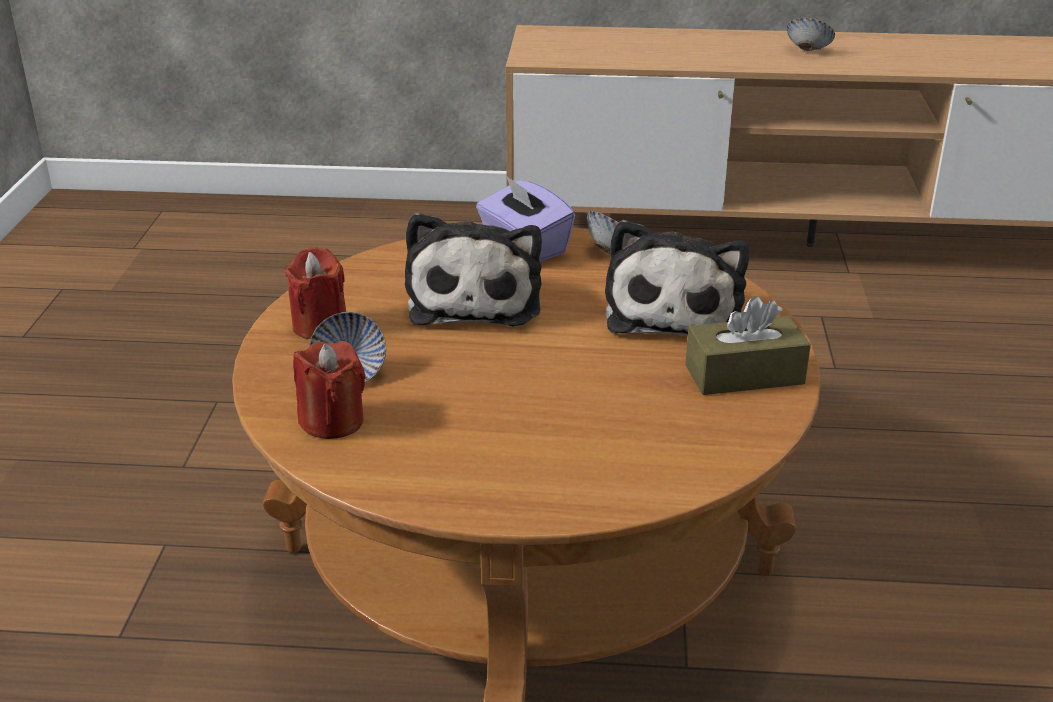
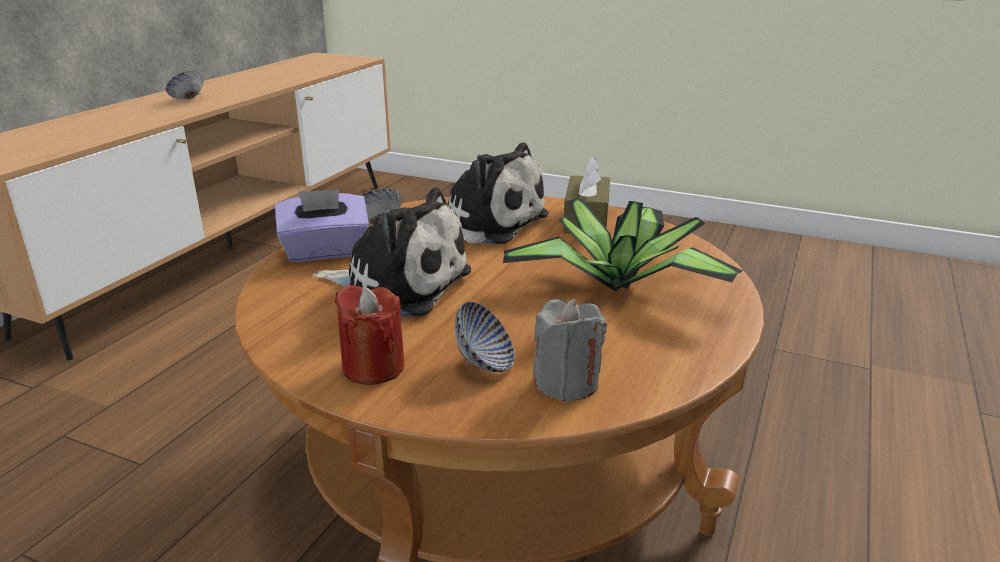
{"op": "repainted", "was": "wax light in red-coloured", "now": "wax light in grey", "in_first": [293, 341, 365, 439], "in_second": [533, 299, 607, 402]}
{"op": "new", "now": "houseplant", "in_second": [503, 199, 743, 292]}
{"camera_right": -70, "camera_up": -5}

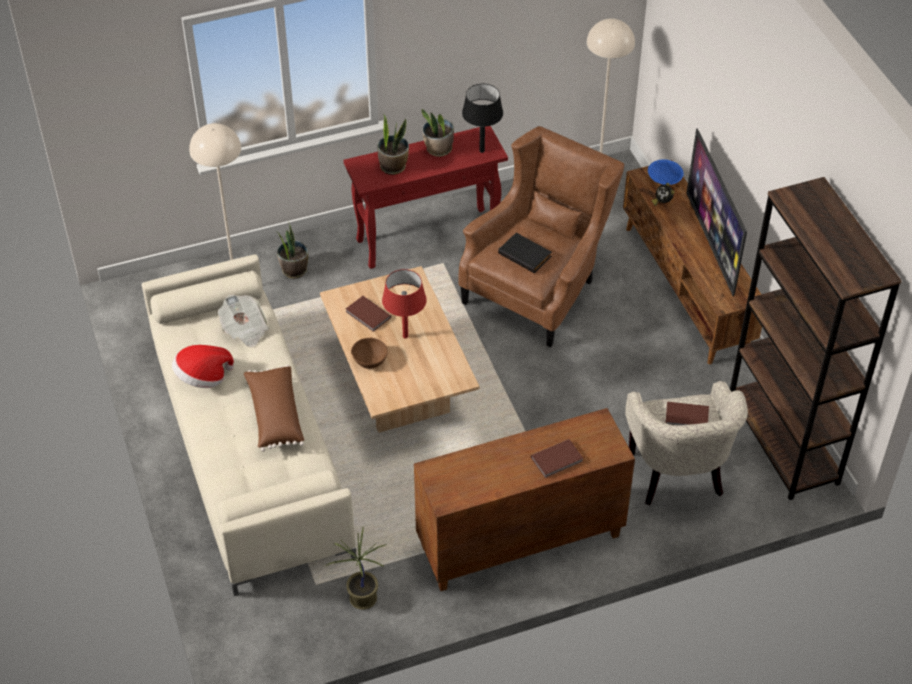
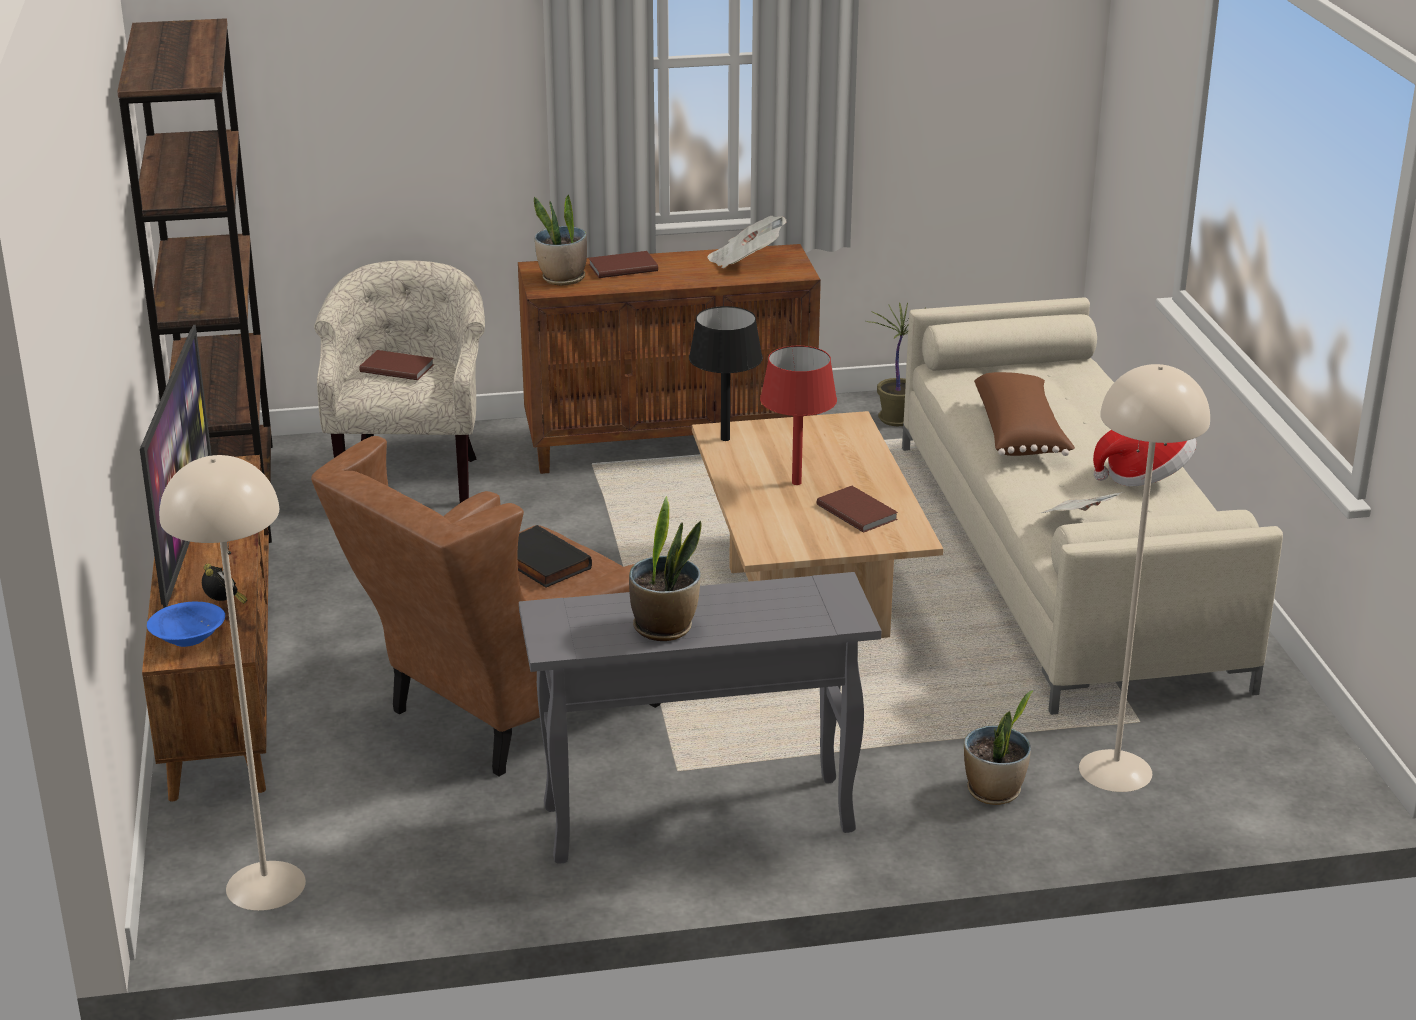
{"op": "shifted", "was": "lamp for a table in blackish", "in_first": [462, 84, 503, 153], "in_second": [689, 306, 763, 441]}
{"op": "shifted", "was": "houseplant", "in_first": [377, 115, 409, 175], "in_second": [534, 194, 587, 285]}
{"op": "repainted", "was": "narrow table in red-coloured", "now": "narrow table in grey", "in_first": [343, 126, 508, 269], "in_second": [519, 572, 881, 864]}
{"op": "gone", "was": "deep dish in brown-coloured", "in_first": [351, 338, 388, 369]}
{"op": "new", "now": "newspaper", "in_second": [707, 216, 787, 268]}
{"camera_right": -170, "camera_up": -20}

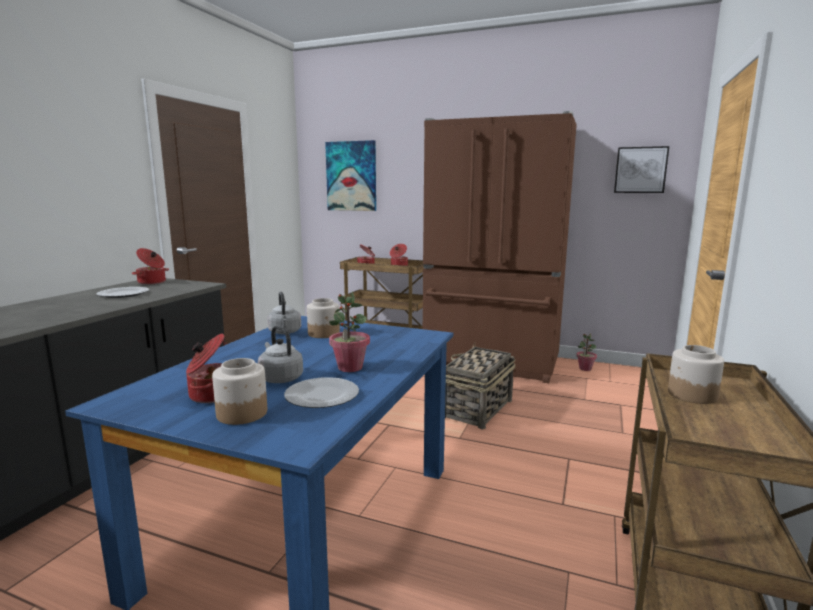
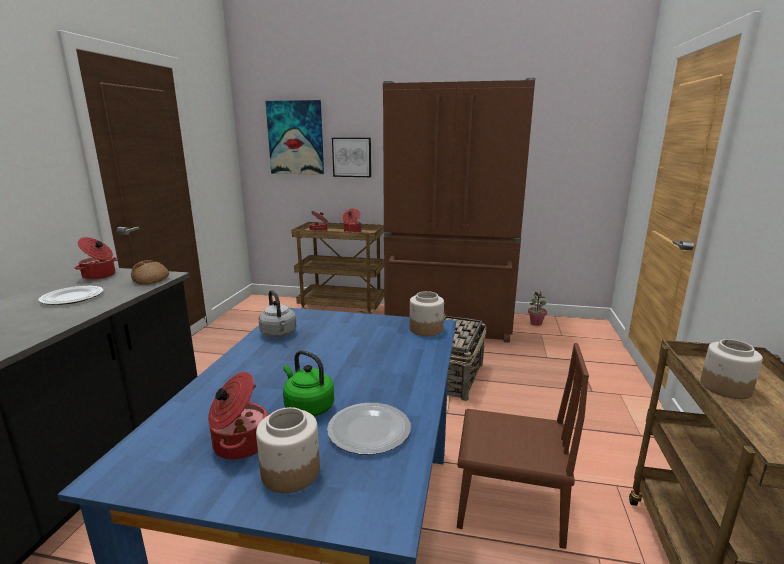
{"op": "shifted", "was": "wall picture", "in_first": [614, 146, 669, 193], "in_second": [332, 138, 371, 177]}
{"op": "gone", "was": "houseplant", "in_first": [329, 292, 370, 372]}
{"op": "shifted", "was": "preserve jar", "in_first": [307, 298, 340, 338], "in_second": [409, 291, 444, 336]}
{"op": "repainted", "was": "water kettle in grey", "now": "water kettle in green", "in_first": [258, 326, 303, 383], "in_second": [283, 350, 334, 417]}
{"op": "new", "now": "bakery bread", "in_second": [131, 260, 169, 285]}
{"op": "new", "now": "chair in brown-coloured", "in_second": [457, 343, 589, 549]}
{"camera_right": -10, "camera_up": 5}

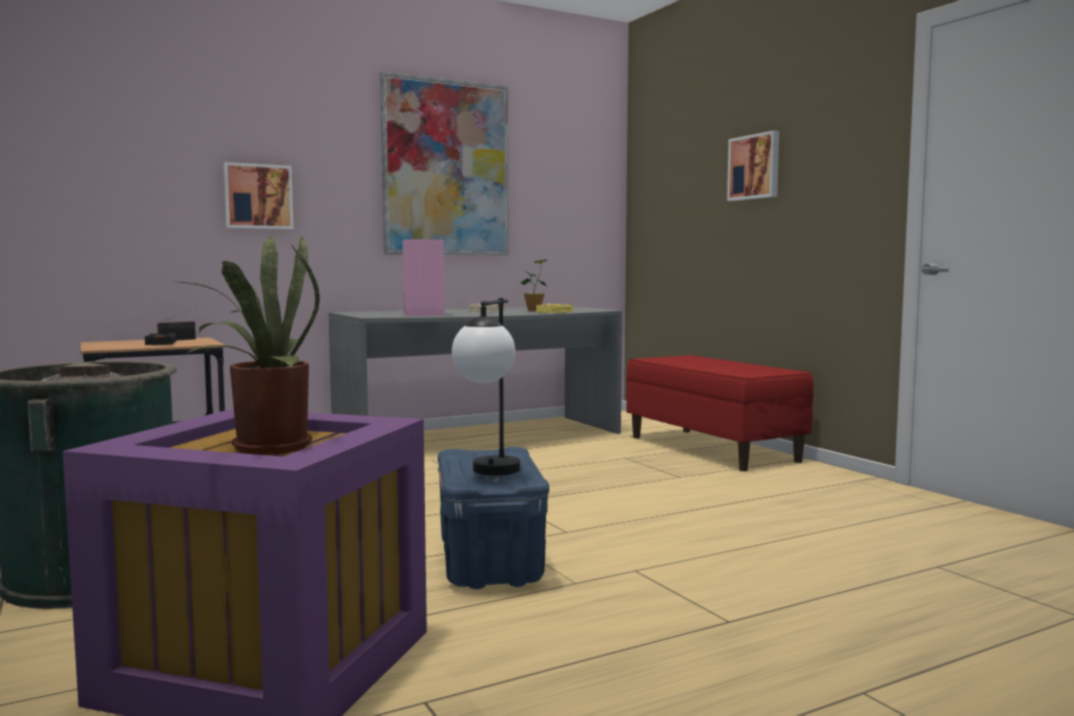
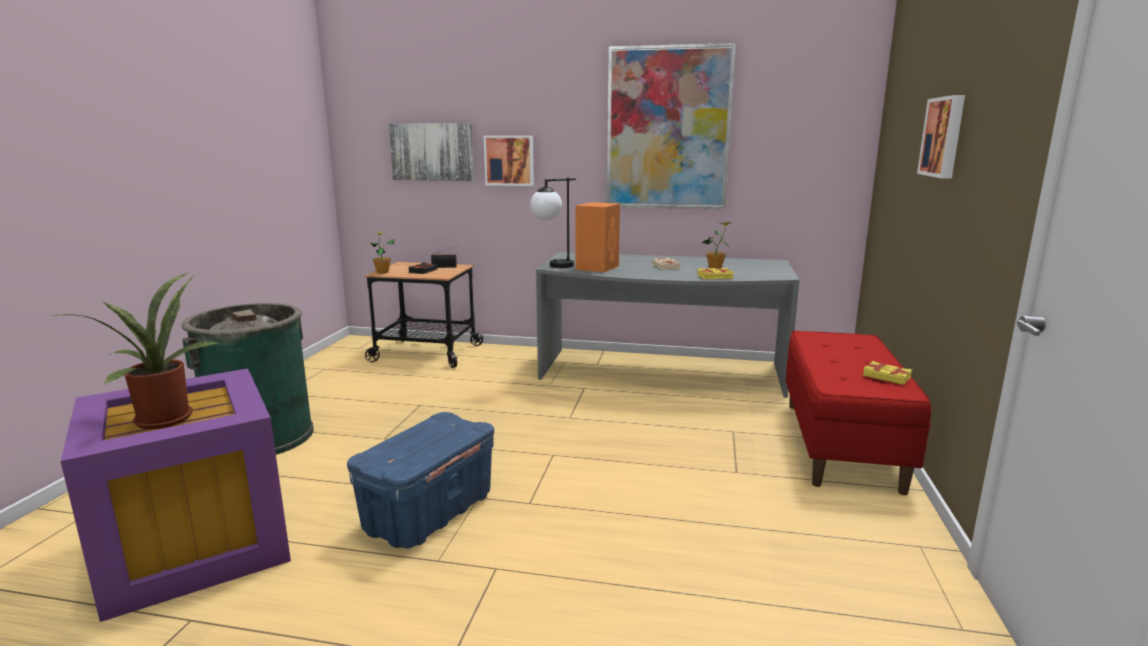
{"op": "repainted", "was": "audio speaker in pink", "now": "audio speaker in orangey", "in_first": [402, 239, 445, 316], "in_second": [576, 202, 620, 272]}
{"op": "shifted", "was": "lamp for a table", "in_first": [452, 298, 520, 475], "in_second": [530, 178, 576, 268]}
{"op": "new", "now": "wall picture", "in_second": [389, 123, 474, 181]}
{"op": "new", "now": "houseplant", "in_second": [369, 231, 394, 274]}
{"op": "new", "now": "volume in yellow-coloured", "in_second": [863, 361, 912, 385]}
{"camera_right": 40, "camera_up": 10}

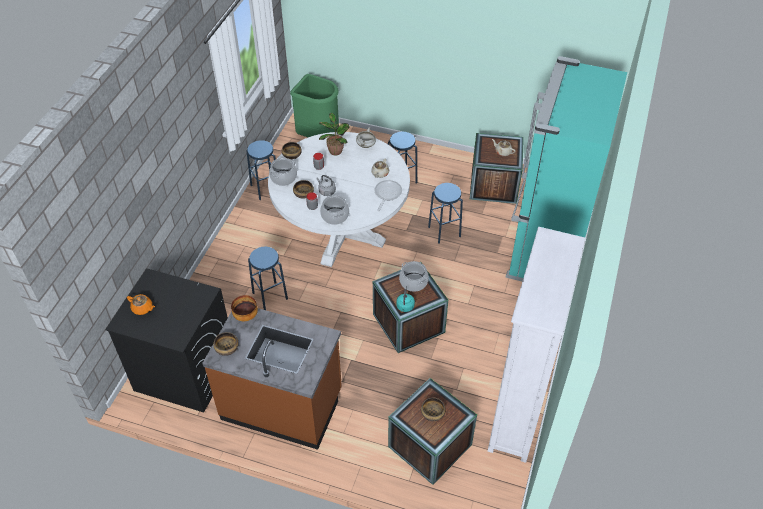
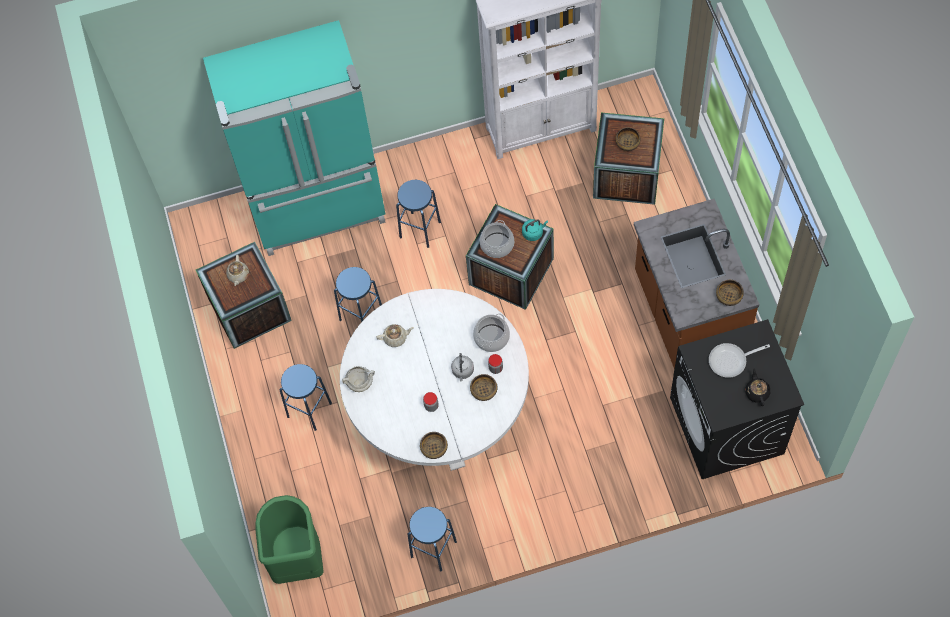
{"op": "gone", "was": "houseplant", "in_first": [319, 113, 350, 155]}
{"op": "gone", "was": "saucepot", "in_first": [269, 158, 297, 186]}
{"op": "shifted", "was": "skillet", "in_first": [374, 180, 402, 211], "in_second": [709, 343, 770, 378]}
{"op": "shifted", "was": "sitting stool in blue", "in_first": [248, 247, 288, 310], "in_second": [396, 180, 441, 248]}
{"op": "repainted", "was": "pot for tea in orangey", "now": "pot for tea in blackish", "in_first": [127, 294, 155, 315], "in_second": [745, 368, 770, 406]}
{"op": "gone", "was": "deep dish", "in_first": [231, 295, 258, 321]}
{"camera_right": -120, "camera_up": 15}

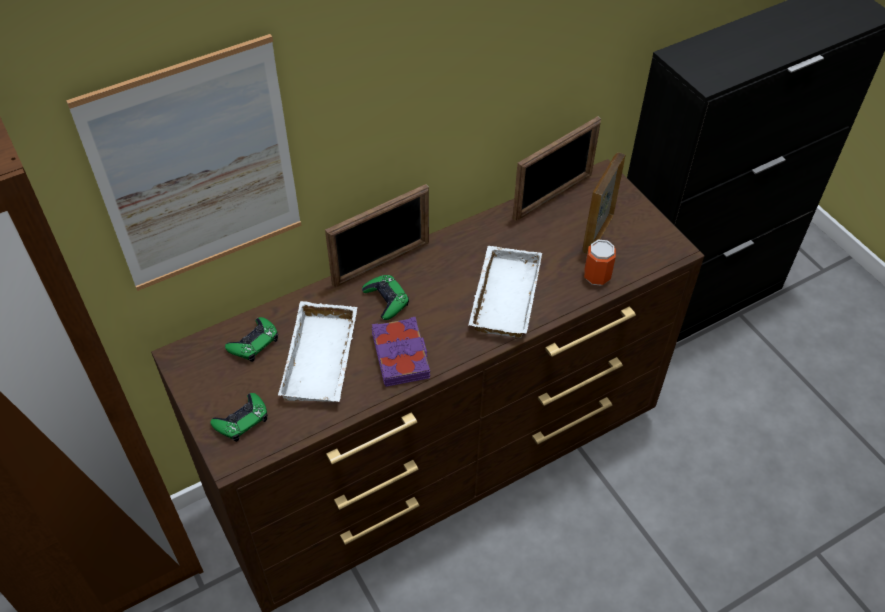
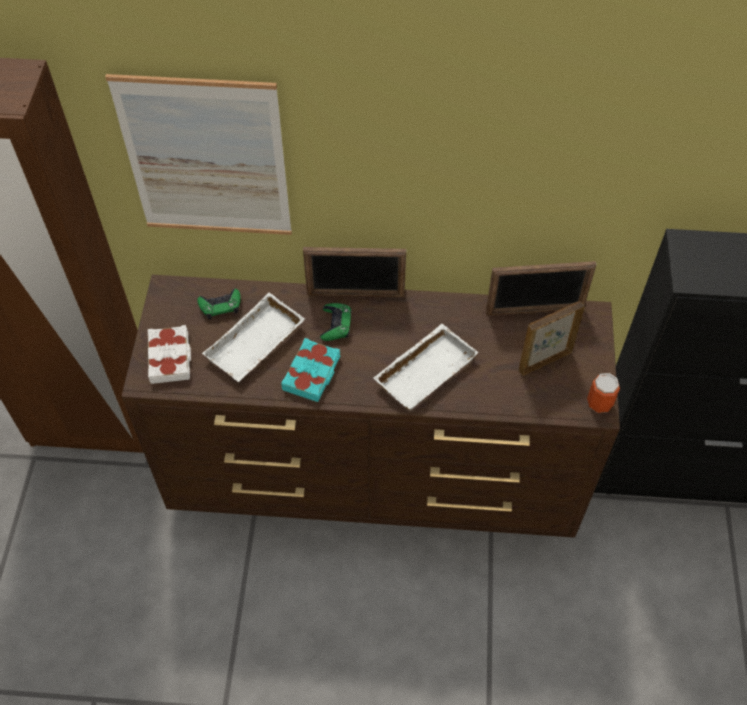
{"op": "shifted", "was": "sealed can", "in_first": [584, 240, 616, 286], "in_second": [587, 373, 620, 413]}
{"op": "repainted", "was": "volume in purple-coloured", "now": "volume in blue-green", "in_first": [372, 317, 430, 387], "in_second": [281, 338, 340, 402]}
{"op": "swapped", "was": "game controller in green", "now": "volume in white-coloured", "in_first": [210, 393, 268, 442], "in_second": [148, 325, 191, 384]}
{"camera_right": 35, "camera_up": 5}

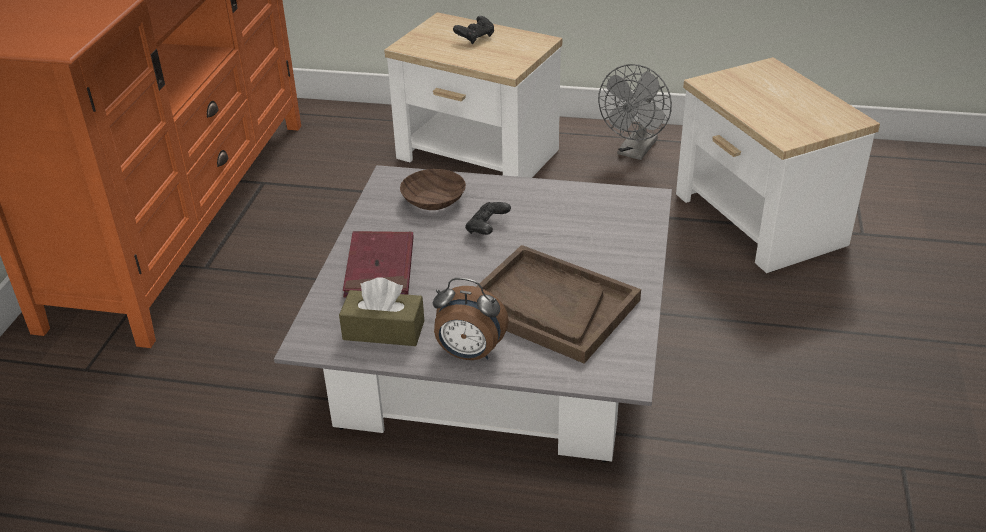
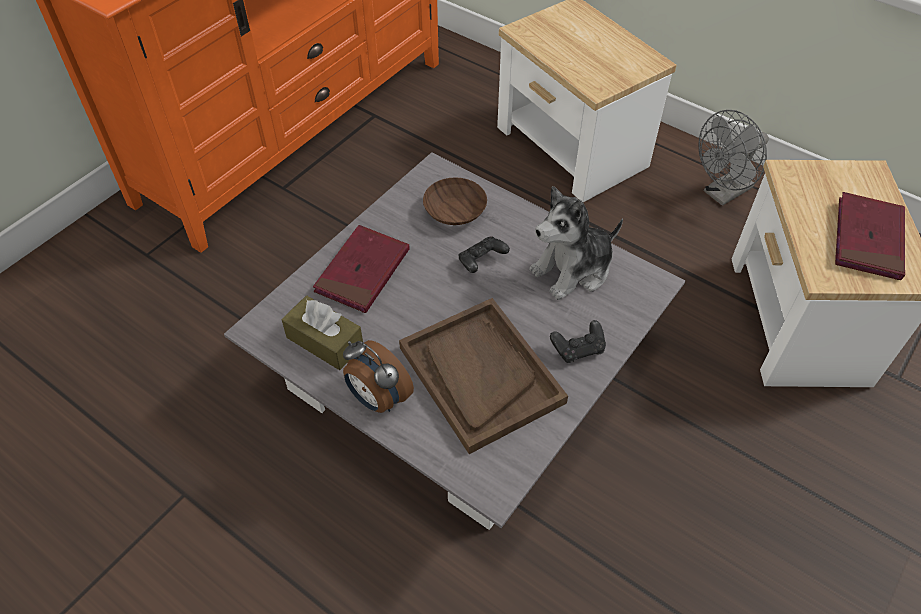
{"op": "shifted", "was": "game controller in blackish", "in_first": [453, 16, 494, 44], "in_second": [550, 320, 606, 363]}
{"op": "new", "now": "plush toy", "in_second": [530, 186, 623, 300]}
{"op": "new", "now": "volume in red-coloured", "in_second": [835, 192, 905, 280]}
{"camera_right": 25, "camera_up": 15}

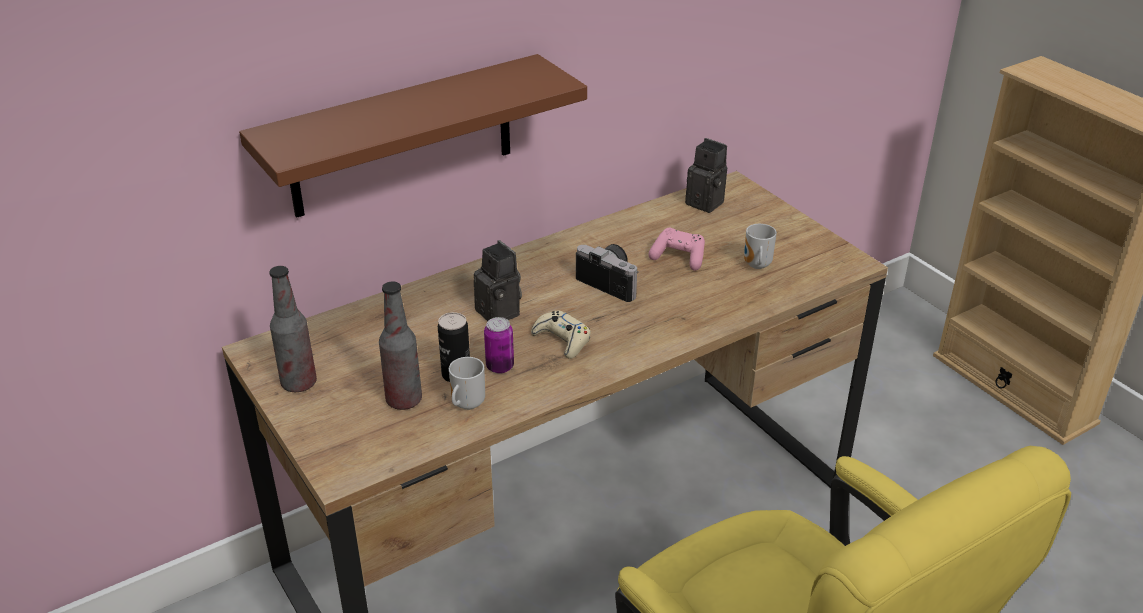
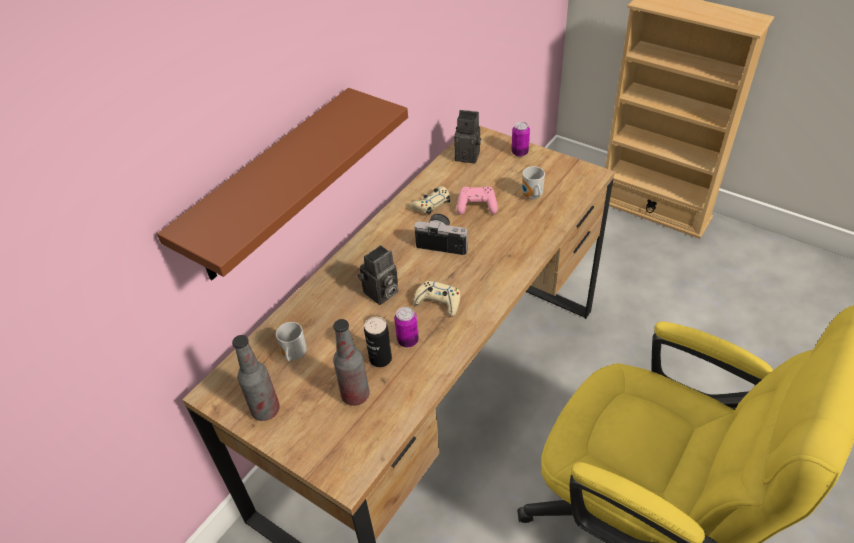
{"op": "rotated", "was": "photo camera", "in_first": [474, 240, 522, 321], "in_second": [358, 245, 398, 305], "clockwise": 105}
{"op": "shifted", "was": "tea mug", "in_first": [449, 357, 485, 410], "in_second": [276, 322, 307, 361]}
{"op": "new", "now": "sealed can", "in_second": [512, 122, 530, 157]}
{"op": "new", "now": "game controller in beige-coloured", "in_second": [410, 186, 450, 215]}
{"camera_right": -20, "camera_up": 10}

